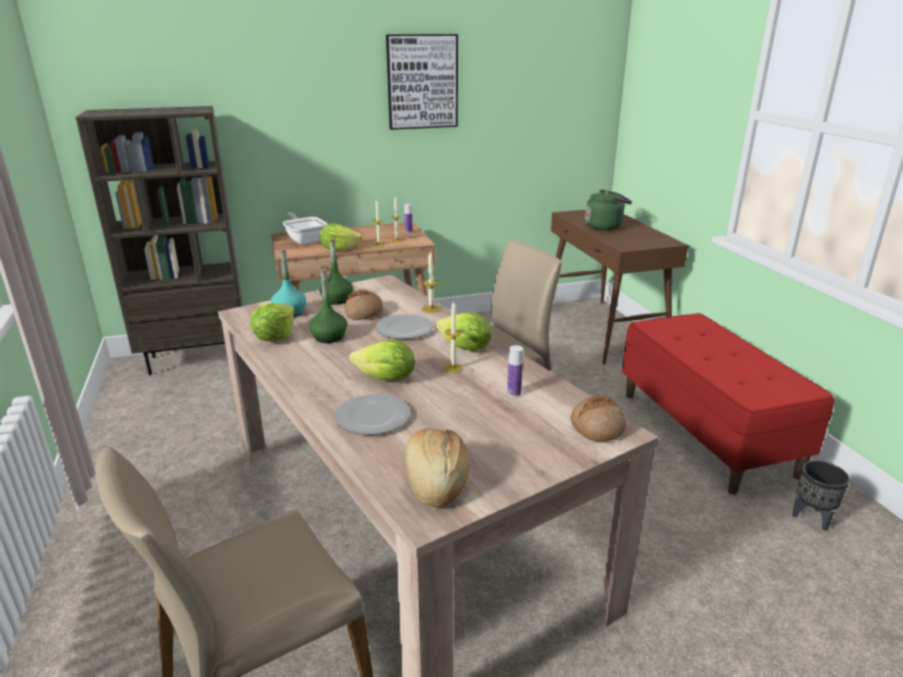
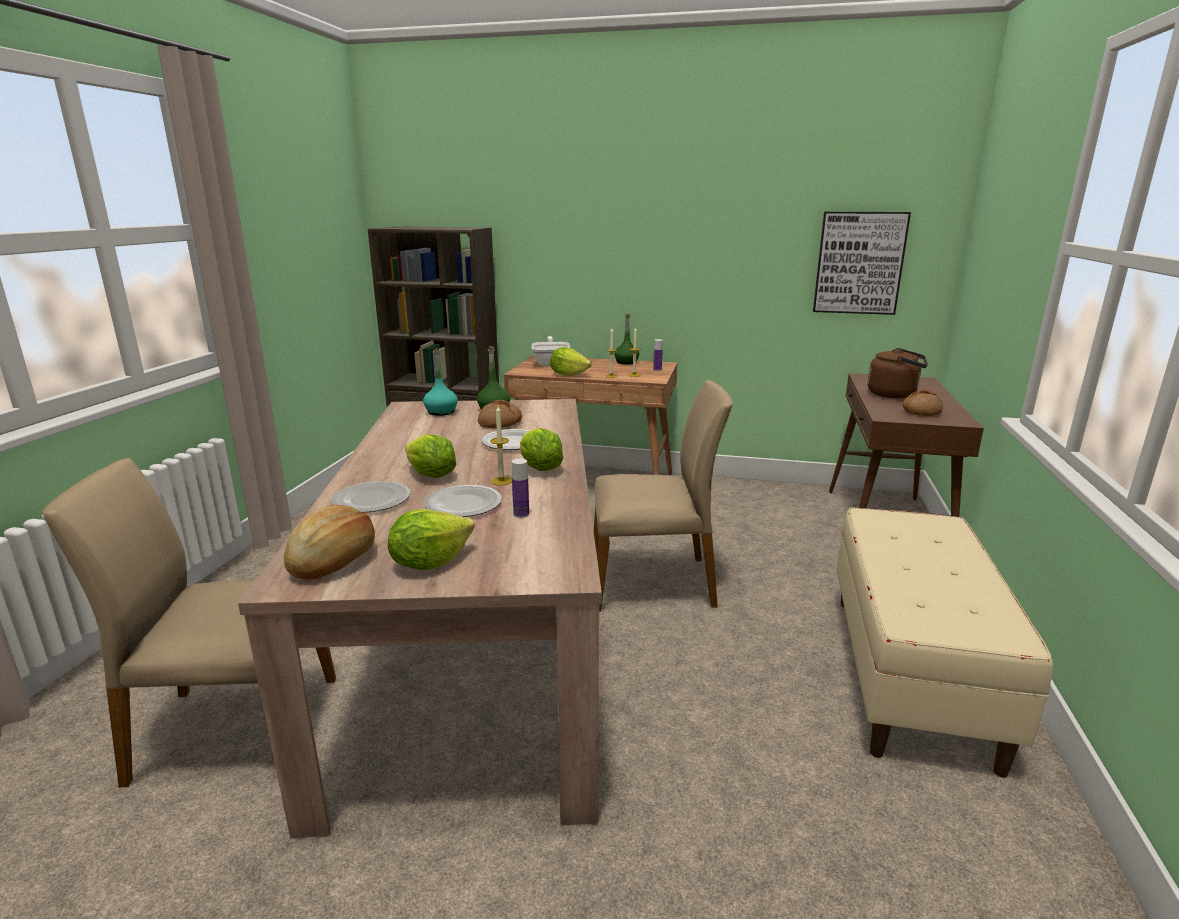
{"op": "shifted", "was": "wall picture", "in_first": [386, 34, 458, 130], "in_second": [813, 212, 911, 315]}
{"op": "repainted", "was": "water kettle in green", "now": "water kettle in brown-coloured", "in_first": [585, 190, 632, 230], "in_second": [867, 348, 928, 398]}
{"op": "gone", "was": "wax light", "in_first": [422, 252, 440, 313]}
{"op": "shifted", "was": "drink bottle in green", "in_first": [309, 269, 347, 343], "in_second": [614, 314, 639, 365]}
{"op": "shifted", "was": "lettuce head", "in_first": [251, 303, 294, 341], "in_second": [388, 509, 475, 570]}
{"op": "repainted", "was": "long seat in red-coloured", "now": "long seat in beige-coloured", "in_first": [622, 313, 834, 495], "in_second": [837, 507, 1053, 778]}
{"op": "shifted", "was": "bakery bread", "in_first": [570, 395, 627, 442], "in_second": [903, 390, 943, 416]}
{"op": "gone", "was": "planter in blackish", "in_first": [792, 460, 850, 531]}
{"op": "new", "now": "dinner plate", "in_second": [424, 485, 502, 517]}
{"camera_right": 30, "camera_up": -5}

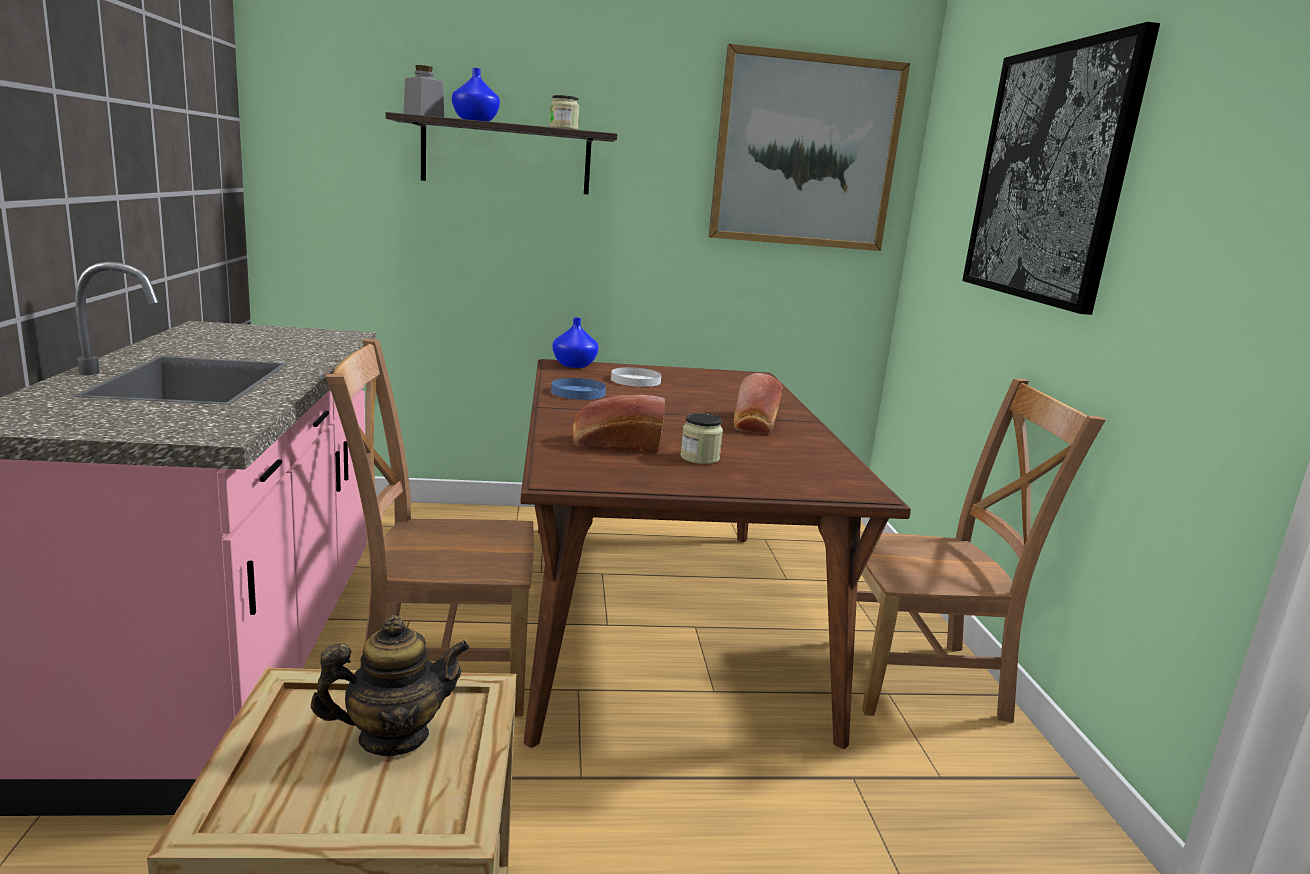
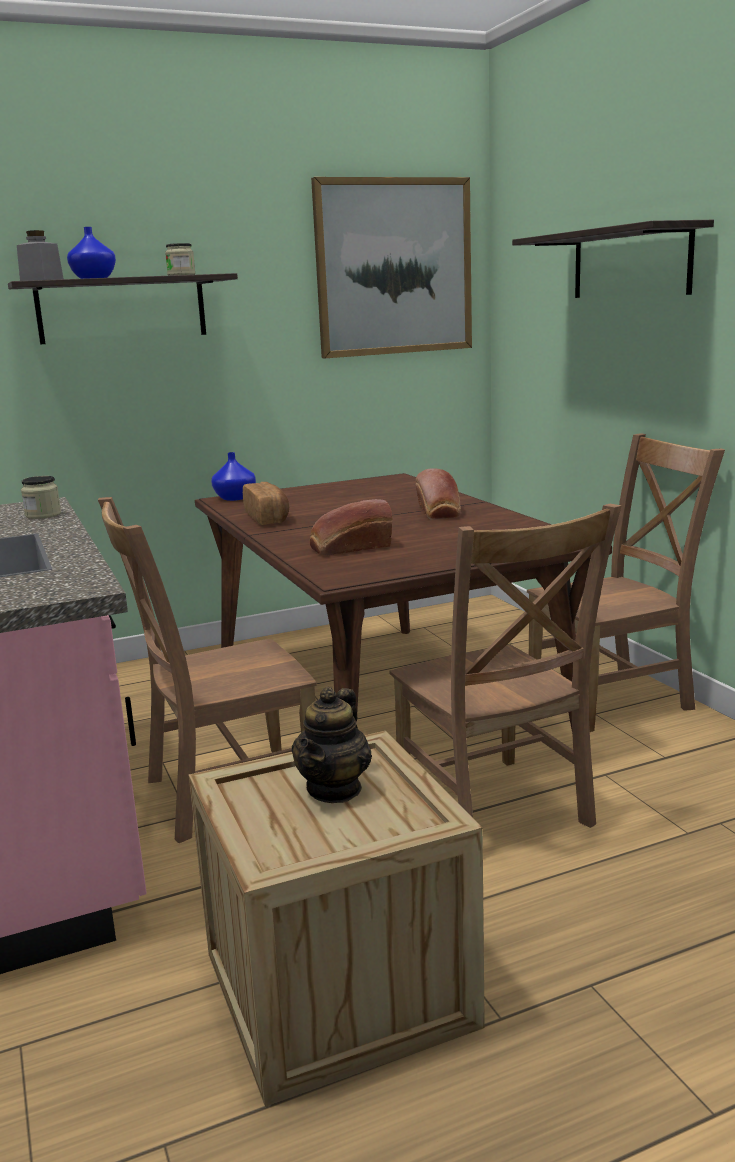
{"op": "swapped", "was": "wall picture", "now": "shelf", "in_first": [962, 22, 1160, 315], "in_second": [512, 220, 714, 298]}
{"op": "gone", "was": "dinner plate in white-coloured", "in_first": [611, 367, 661, 387]}
{"op": "swapped", "was": "dinner plate in blue", "now": "bakery bread", "in_first": [551, 378, 606, 400], "in_second": [243, 482, 289, 525]}
{"op": "shifted", "was": "preserve jar", "in_first": [680, 413, 723, 464], "in_second": [21, 476, 61, 519]}
{"op": "rotated", "was": "pot for tea", "in_first": [311, 615, 470, 757], "in_second": [291, 687, 372, 803], "clockwise": 150}
{"op": "new", "now": "chair in brown-coloured", "in_second": [389, 504, 621, 828]}
{"camera_right": -15, "camera_up": 0}

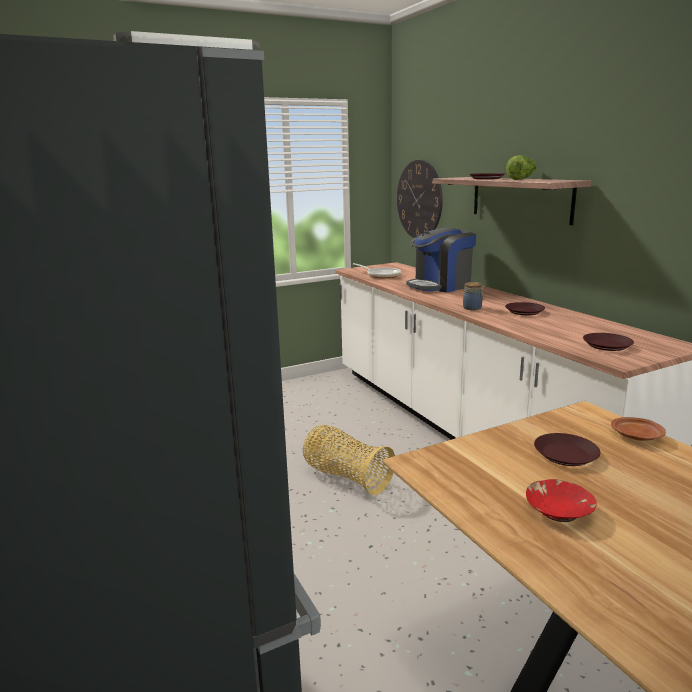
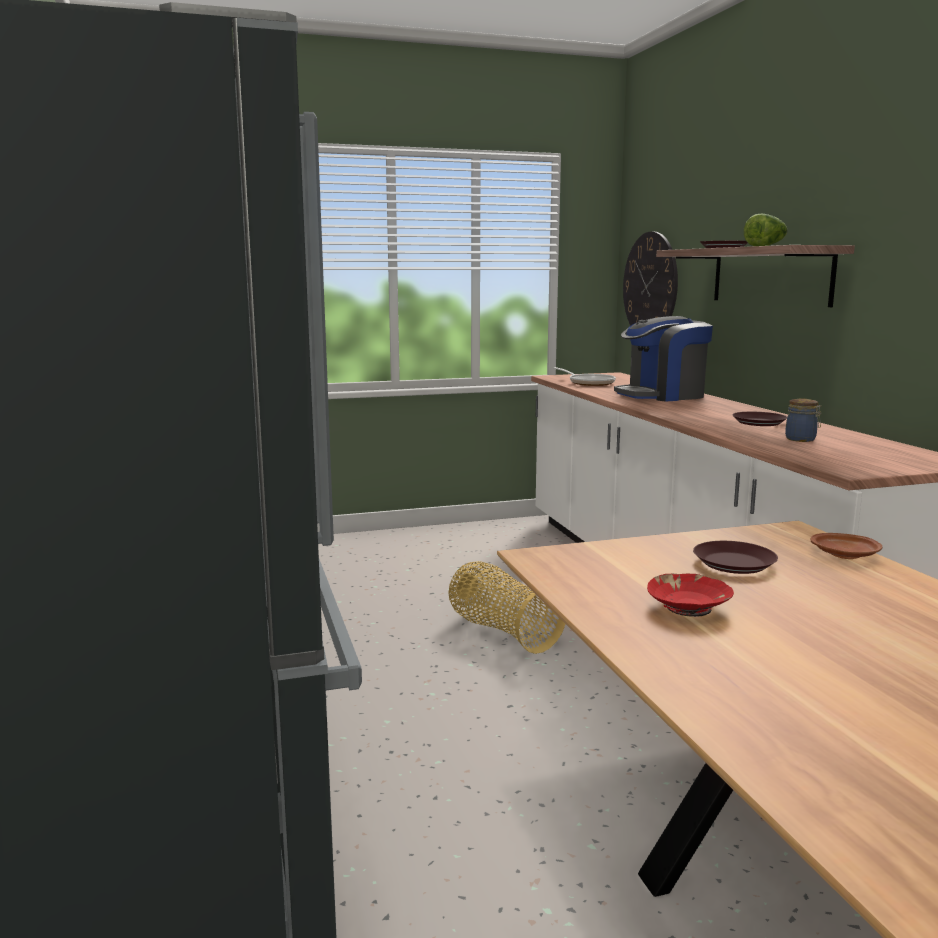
{"op": "shifted", "was": "preserve jar", "in_first": [463, 282, 484, 310], "in_second": [785, 399, 822, 442]}
{"op": "gone", "was": "dinner plate in brown-coloured", "in_first": [583, 333, 634, 351]}
{"camera_right": 10, "camera_up": -5}

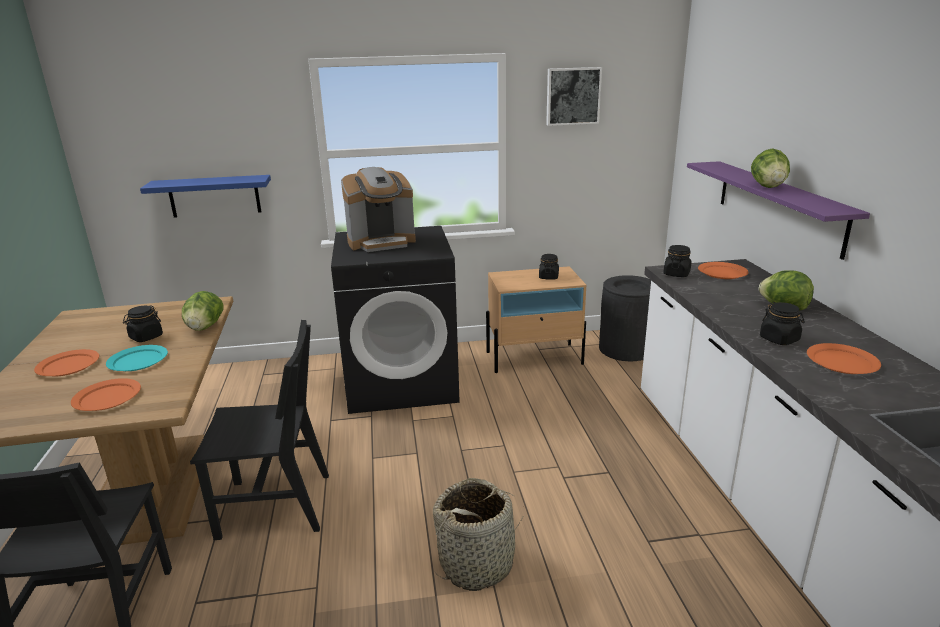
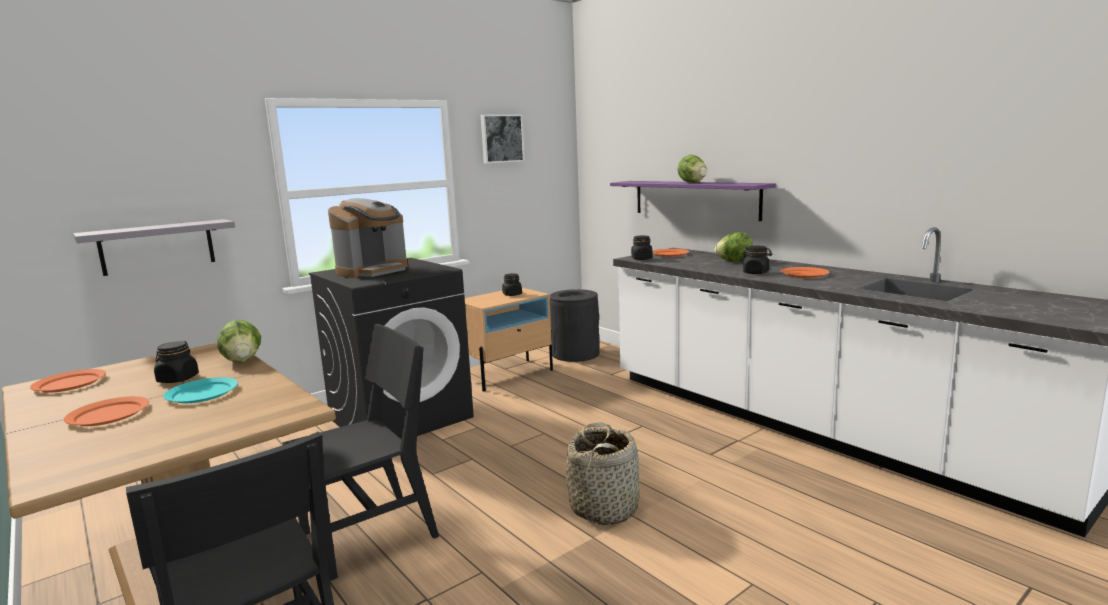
{"op": "repainted", "was": "shelf in blue", "now": "shelf in grey", "in_first": [140, 175, 271, 218], "in_second": [73, 219, 235, 276]}
{"op": "shifted", "was": "dinner plate in orangey", "in_first": [71, 378, 141, 411], "in_second": [30, 369, 106, 393]}
{"camera_right": -30, "camera_up": -10}

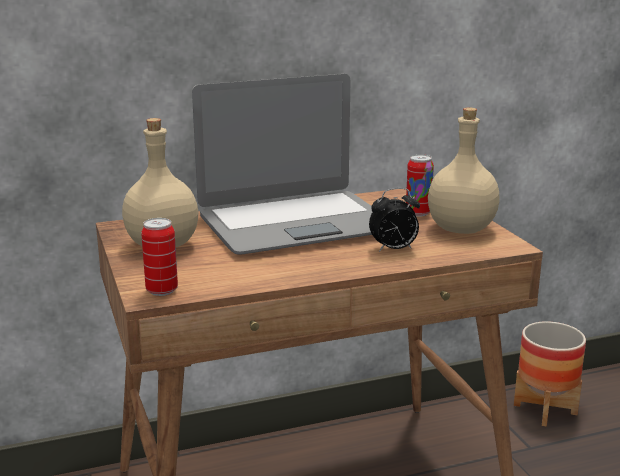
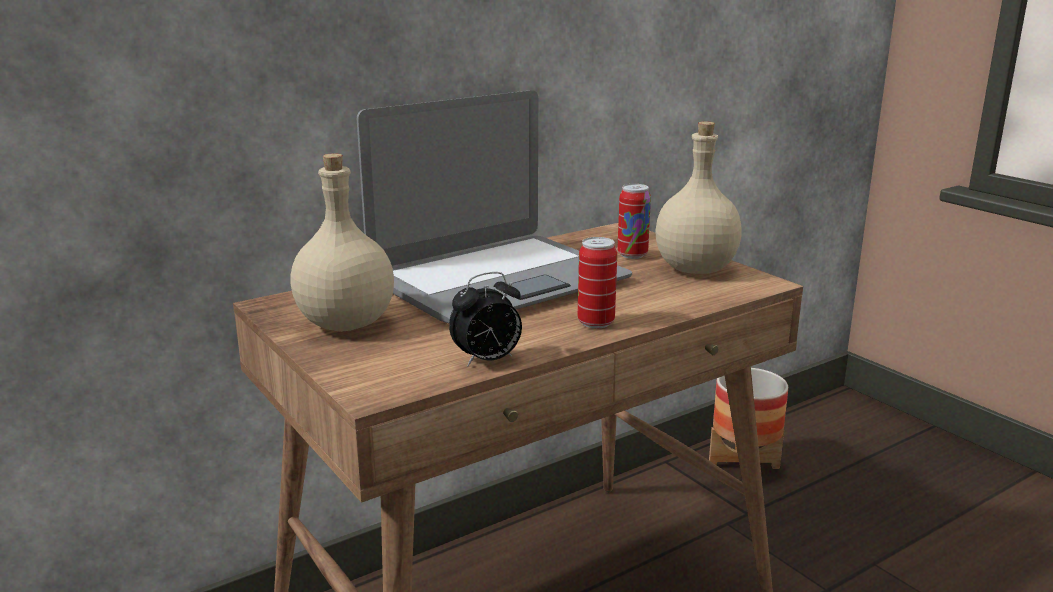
{"op": "shifted", "was": "alarm clock", "in_first": [369, 188, 420, 252], "in_second": [449, 272, 522, 367]}
{"op": "shifted", "was": "sealed can", "in_first": [141, 218, 178, 296], "in_second": [578, 237, 617, 329]}
{"camera_right": -15, "camera_up": 0}

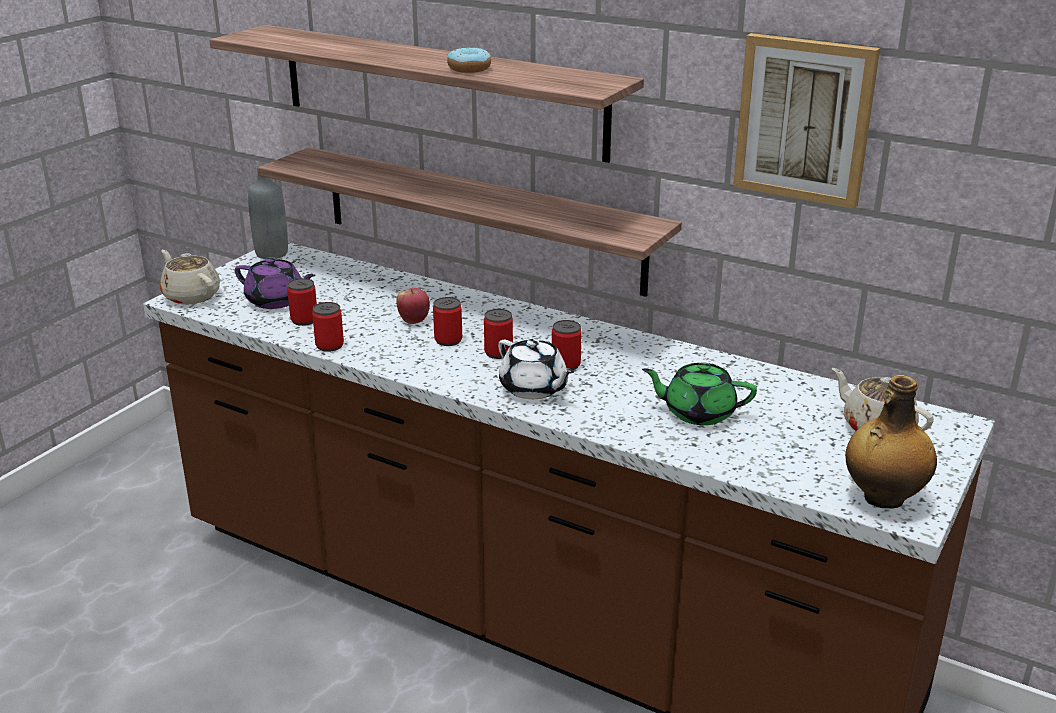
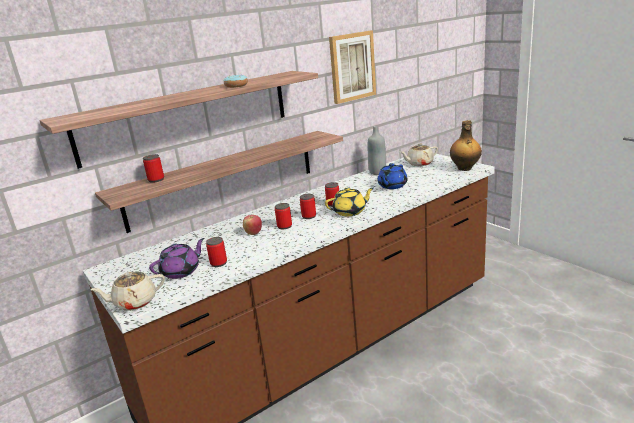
{"op": "shifted", "was": "drink bottle in grey", "in_first": [248, 164, 288, 259], "in_second": [368, 126, 386, 175]}
{"op": "shifted", "was": "sealed can", "in_first": [312, 302, 344, 352], "in_second": [143, 154, 164, 183]}
{"op": "repainted", "was": "pot for tea in white-coloured", "now": "pot for tea in yellow-coloured", "in_first": [498, 339, 574, 399], "in_second": [325, 187, 374, 216]}
{"op": "repainted", "was": "pot for tea in green", "now": "pot for tea in blue", "in_first": [642, 362, 757, 425], "in_second": [377, 163, 408, 189]}
{"camera_right": -65, "camera_up": -5}

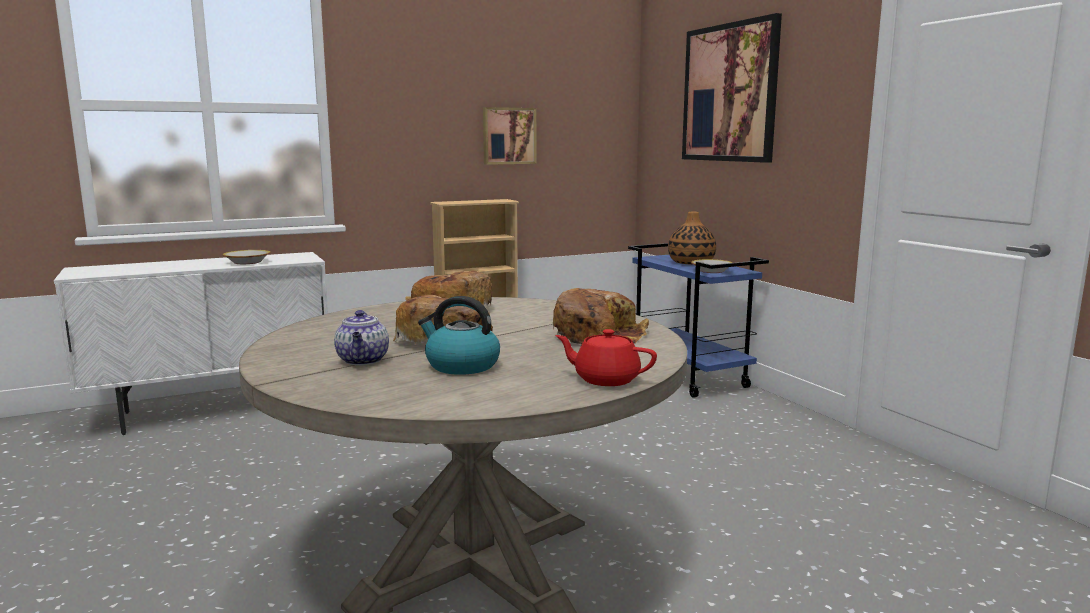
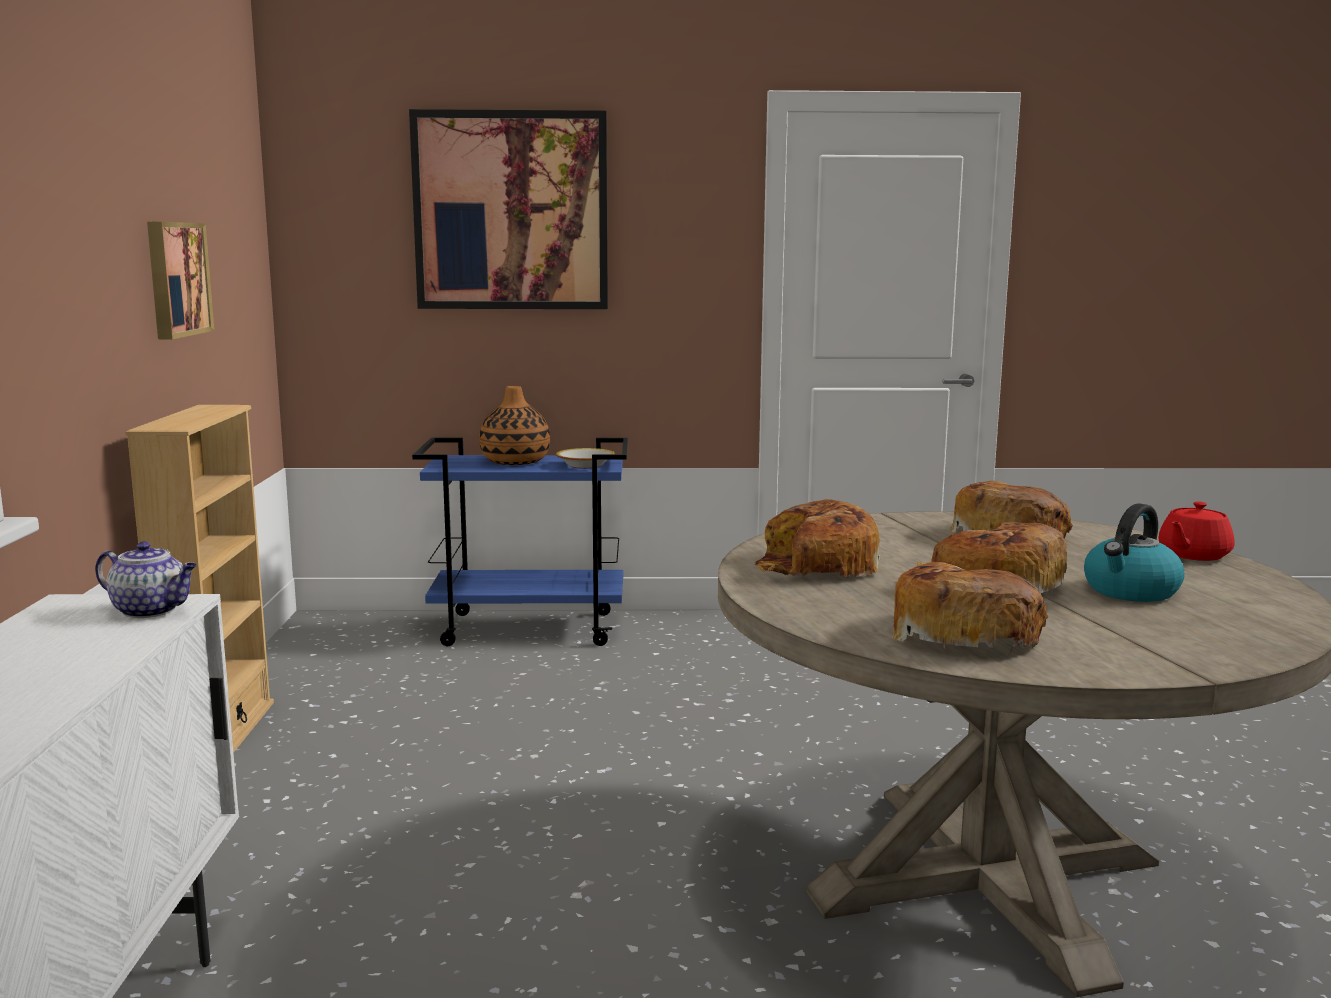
{"op": "gone", "was": "deep dish", "in_first": [223, 250, 271, 264]}
{"op": "shifted", "was": "pot for tea", "in_first": [334, 310, 389, 366], "in_second": [95, 541, 197, 618]}
{"op": "new", "now": "bakery bread", "in_second": [892, 562, 1048, 655]}
{"camera_right": -65, "camera_up": 0}

